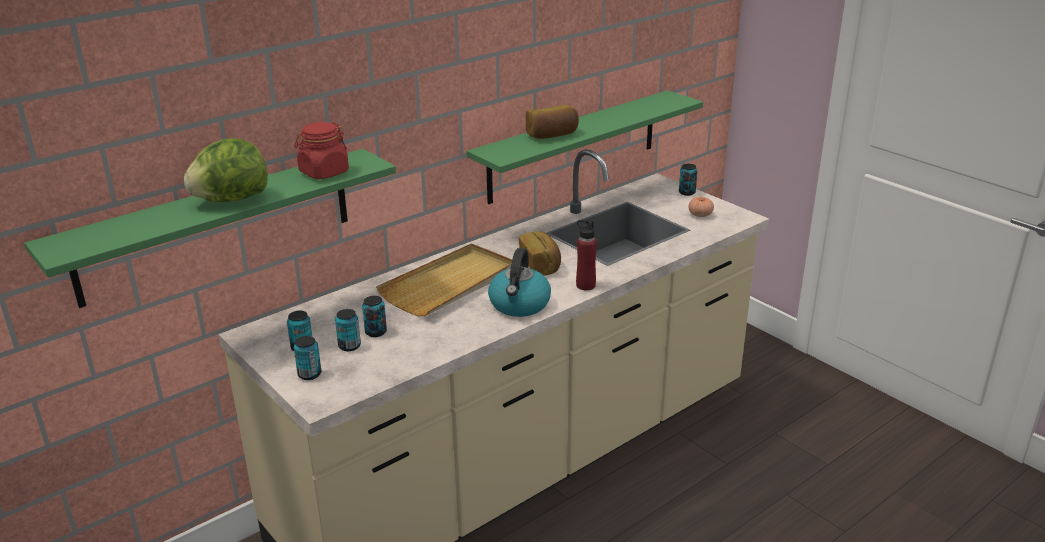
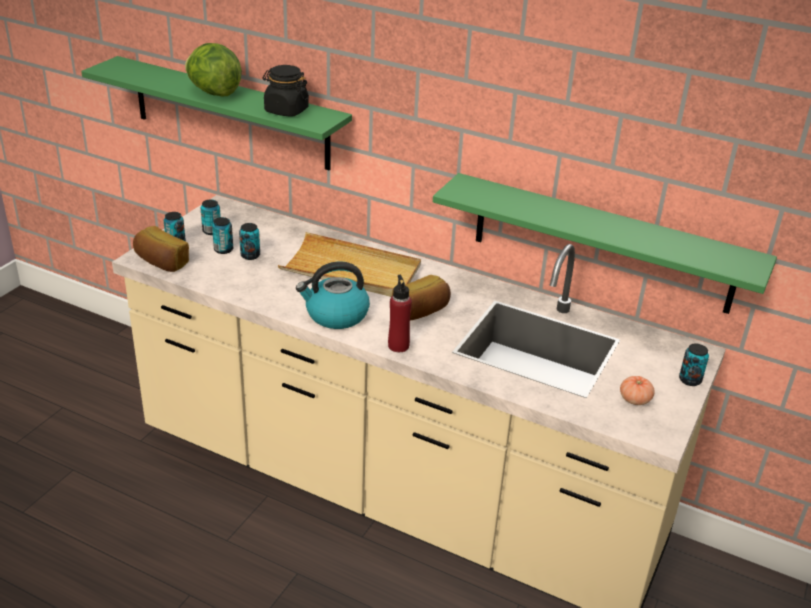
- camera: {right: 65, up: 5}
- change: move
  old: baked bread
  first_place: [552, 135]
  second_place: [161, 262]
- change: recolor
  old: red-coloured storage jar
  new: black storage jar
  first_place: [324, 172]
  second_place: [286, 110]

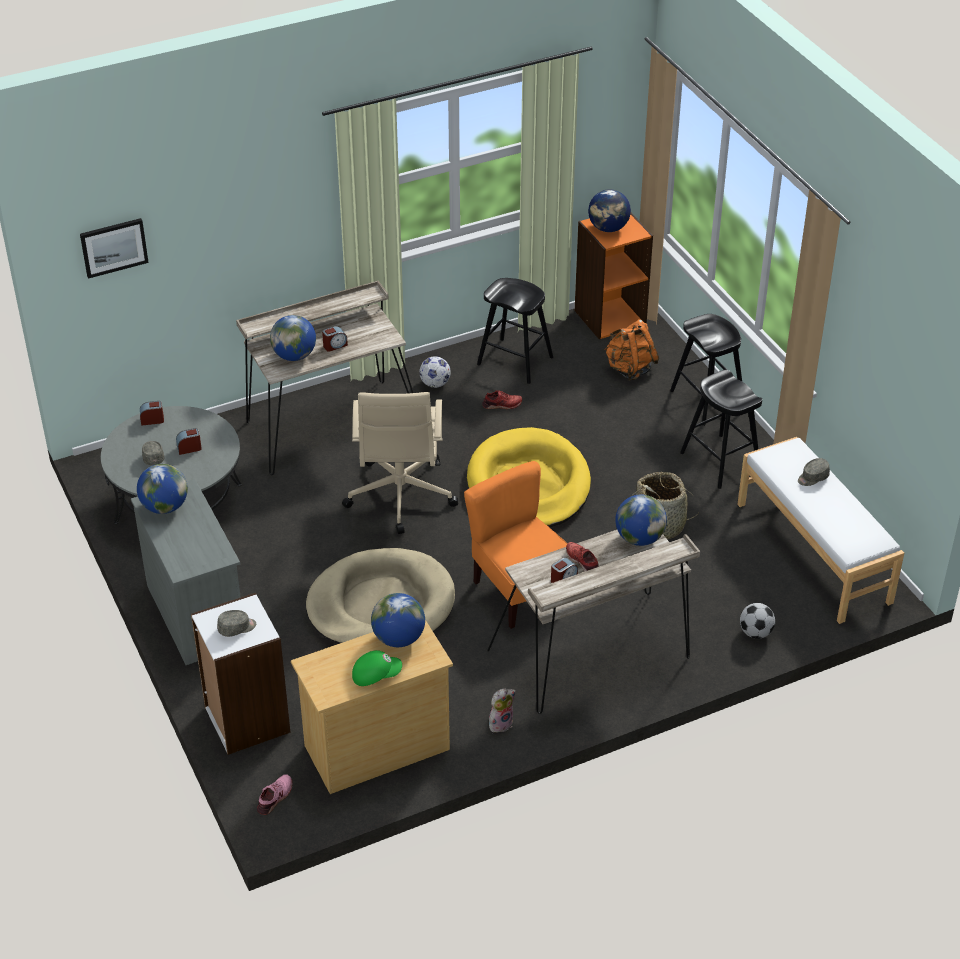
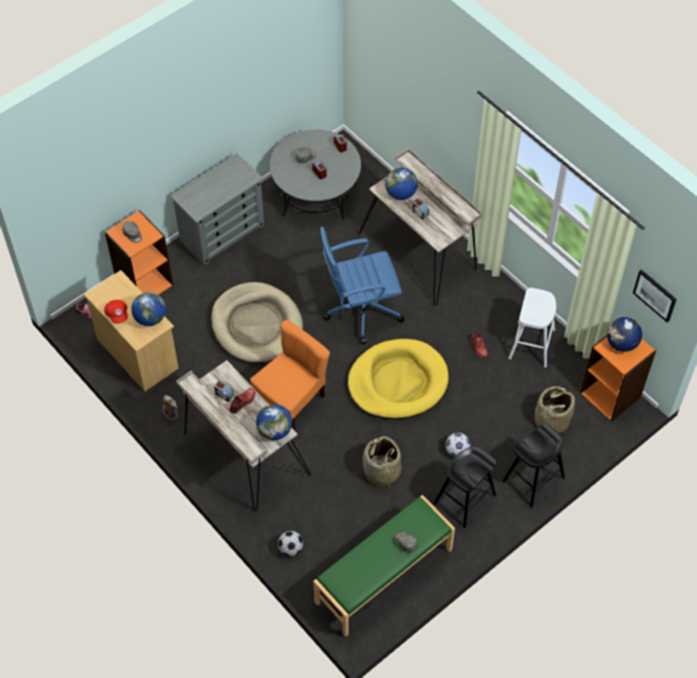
- camera: {right: 75, up: 15}
- change: delete
  old: globe
  first_place: [165, 507]
- change: move
  old: picture
  first_place: [114, 247]
  second_place: [655, 295]
- change: move
  old: football ball
  first_place: [435, 384]
  second_place: [457, 451]
- change: replace
  old: orange-coloured knapsack
  new: storage basket
  first_place: [629, 369]
  second_place: [551, 420]
- change: recolor
  old: white bookshelf
  new: orange-coloured bookshelf
  first_place: [246, 720]
  second_place: [144, 283]
- change: recolor
  old: beige desk chair
  new: blue-coloured desk chair
  first_place: [400, 497]
  second_place: [360, 310]
- change: recolor
  old: green peaked cap
  new: red-coloured peaked cap
  first_place: [376, 675]
  second_place: [117, 314]
- change: recolor
  old: black stool seat
  new: white stool seat
  first_place: [515, 361]
  second_place: [532, 344]
- change: recolor
  old: white bench
  new: green bench
  first_place: [814, 552]
  second_place: [384, 576]

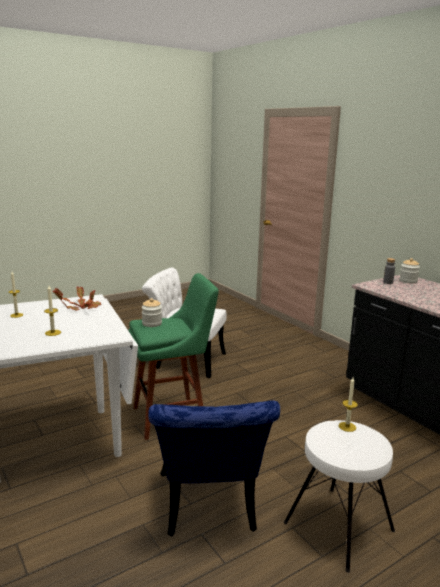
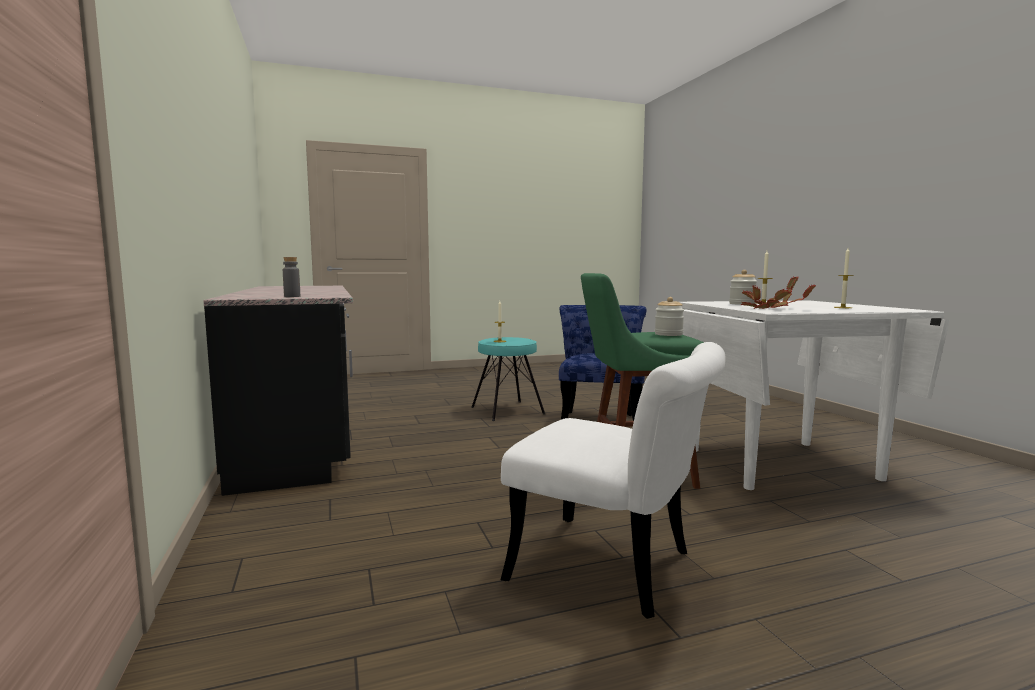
- camera: {right: -165, up: -10}
- change: move
  old: storage jar
  first_place: [408, 281]
  second_place: [742, 304]
- change: recolor
  old: white stool seat
  new: turquoise-coloured stool seat
  first_place: [338, 526]
  second_place: [508, 410]

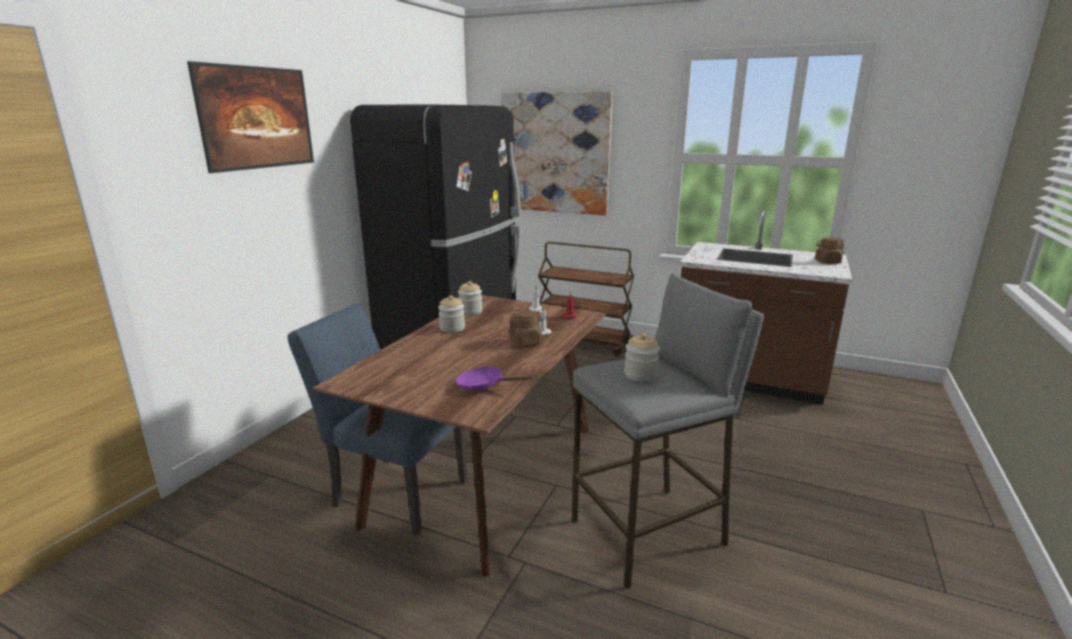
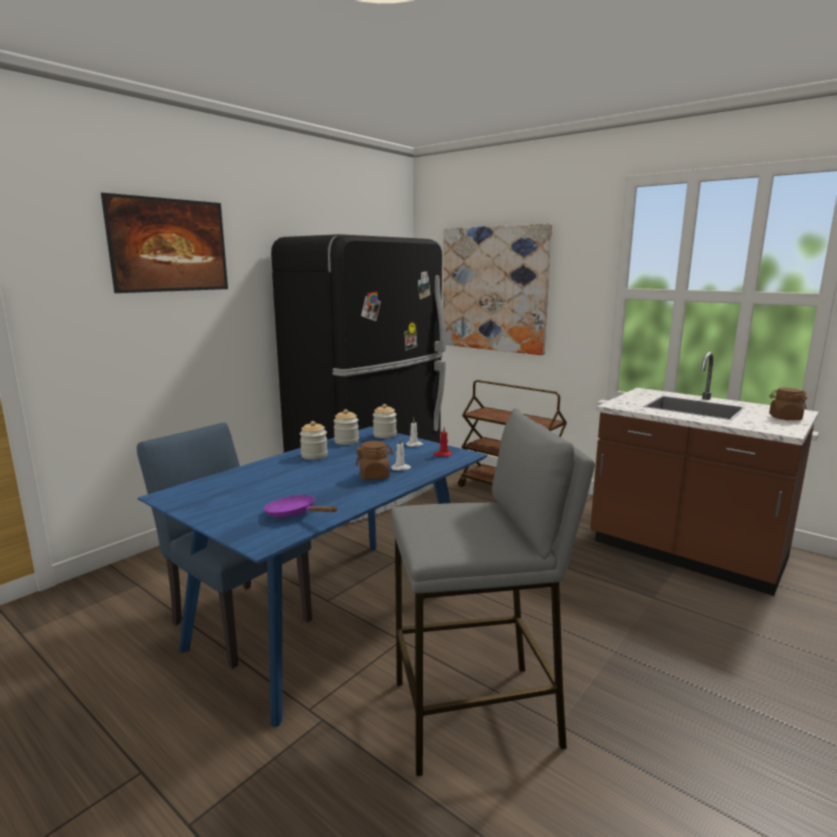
- camera: {right: 15, up: -5}
- change: move
  old: storage jar
  first_place: [640, 375]
  second_place: [384, 435]
- change: recolor
  old: brown dinner table
  new: blue-coloured dinner table
  first_place: [486, 472]
  second_place: [335, 613]

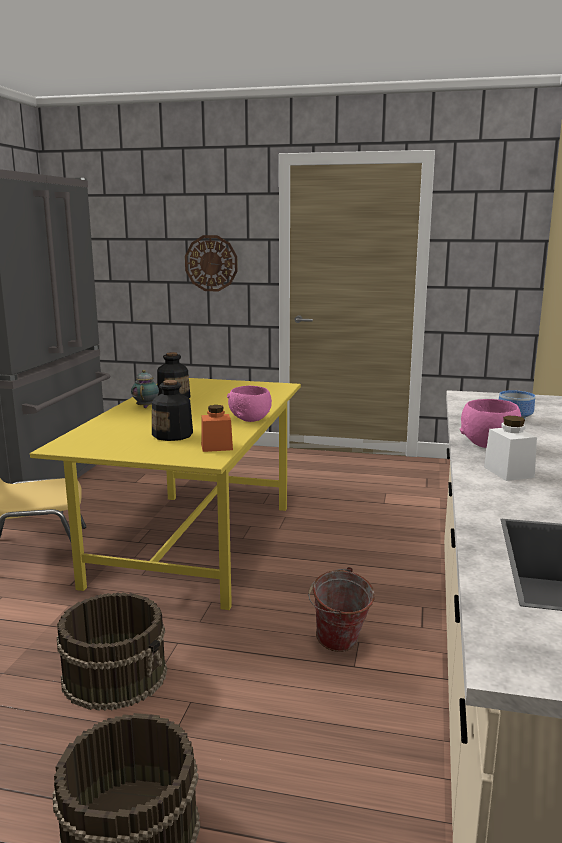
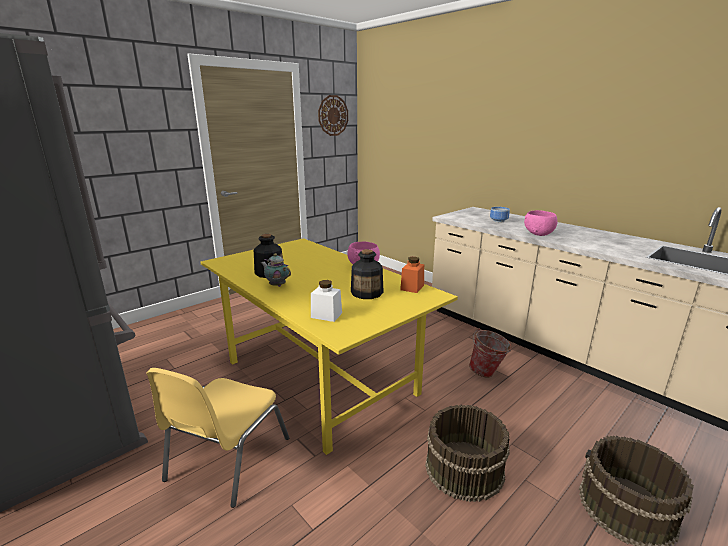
- camera: {right: -55, up: 5}
- change: move
  old: hanging clock
  first_place: [211, 263]
  second_place: [333, 115]
- change: move
  old: white storage jar
  first_place: [508, 472]
  second_place: [326, 315]

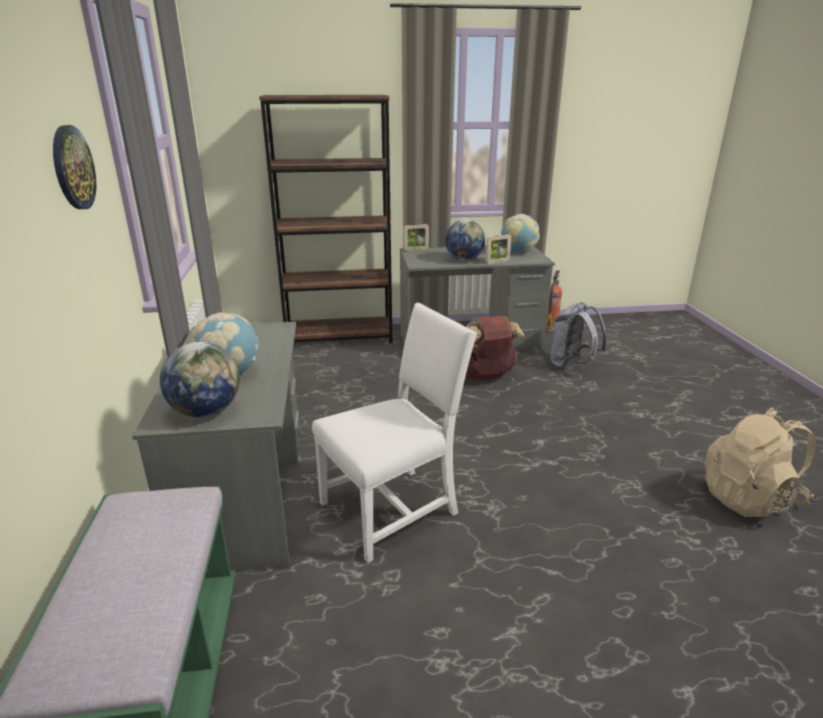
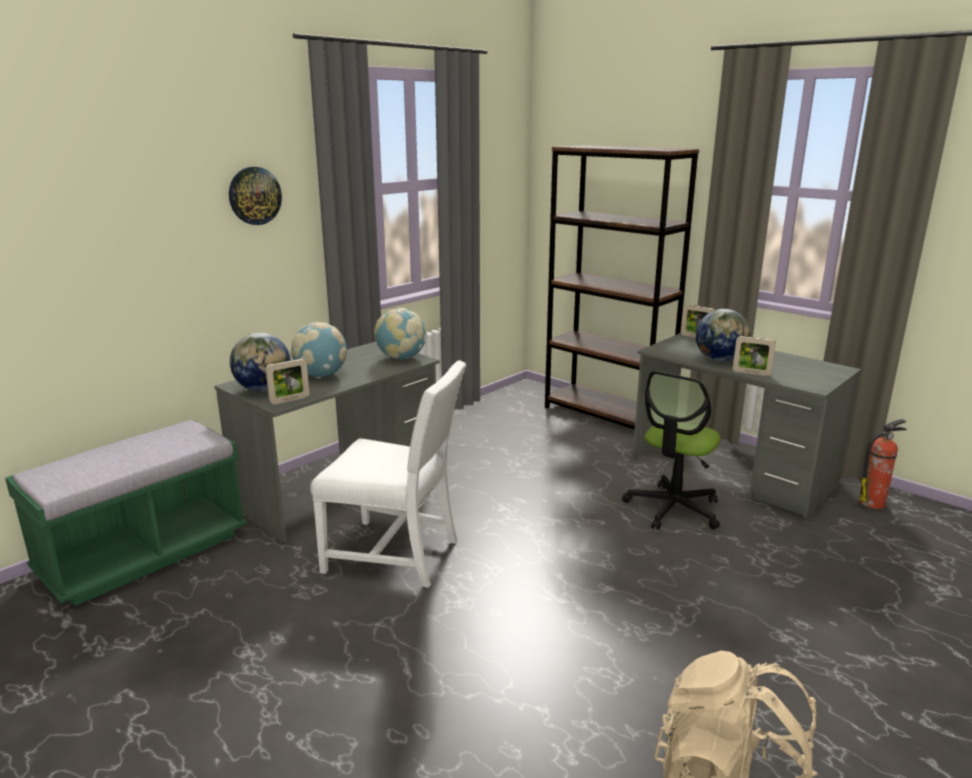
- camera: {right: 50, up: -5}
- change: delete
  old: greyish knapsack
  first_place: [572, 366]
- change: insert
  new: standing frame
  second_place: [289, 400]
- change: move
  old: globe
  first_place: [518, 252]
  second_place: [401, 358]
- change: replace
  old: brown knapsack
  new: desk chair
  first_place: [483, 377]
  second_place: [673, 509]

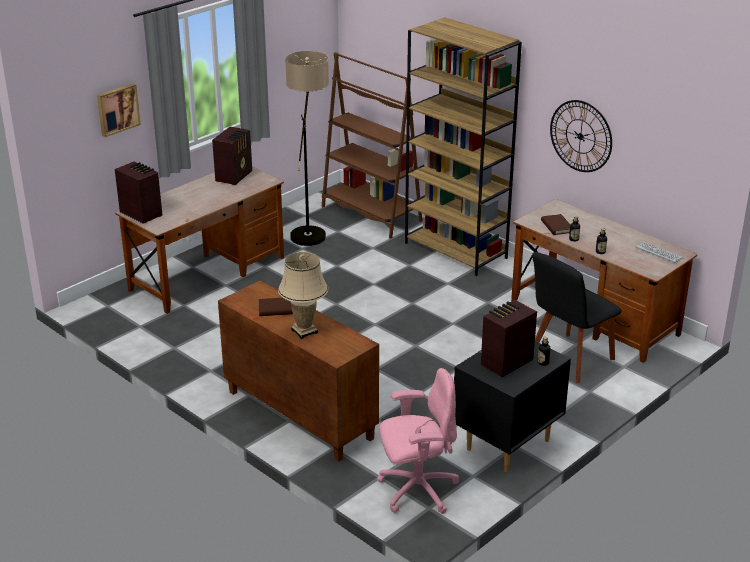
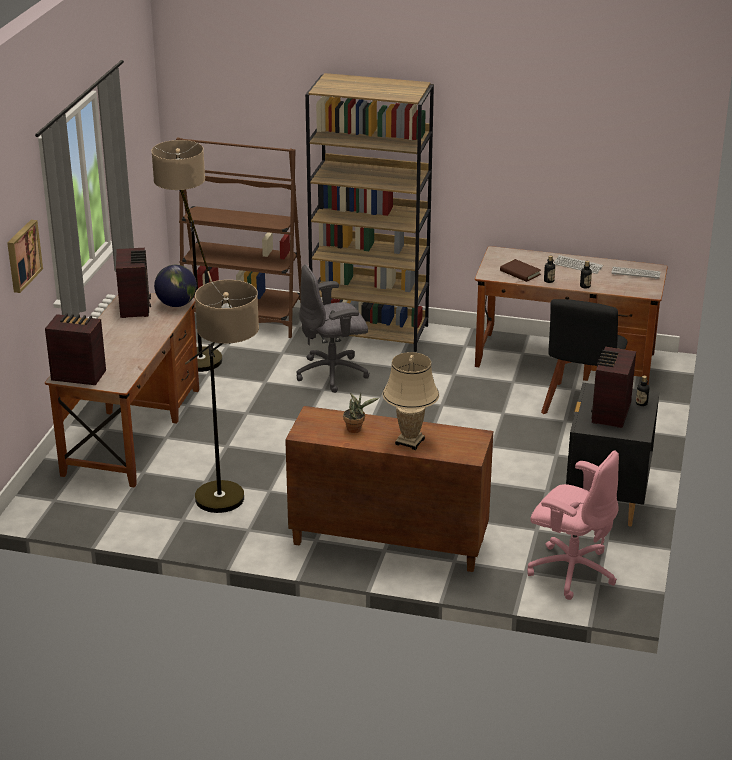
- camera: {right: -30, up: 0}
- change: delete
  old: hanging clock
  first_place: [580, 136]
- change: insert
  new: globe
  second_place: [177, 304]
- change: insert
  new: standing lamp
  second_place: [229, 508]
- change: insert
  new: greyish desk chair
  second_place: [333, 373]
- change: insert
  new: keyboard
  second_place: [577, 265]
- change: replace
  old: brown book
  new: houseplant
  first_place: [276, 309]
  second_place: [356, 429]
- change: rotate
  old: pinkish desk chair
  first_place: [416, 490]
  second_place: [571, 570]
  degrees: 75

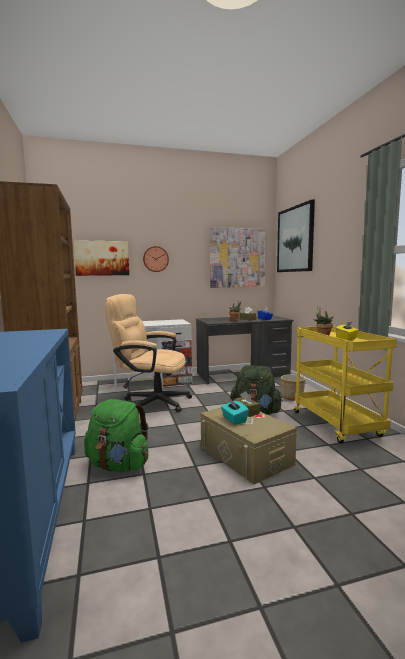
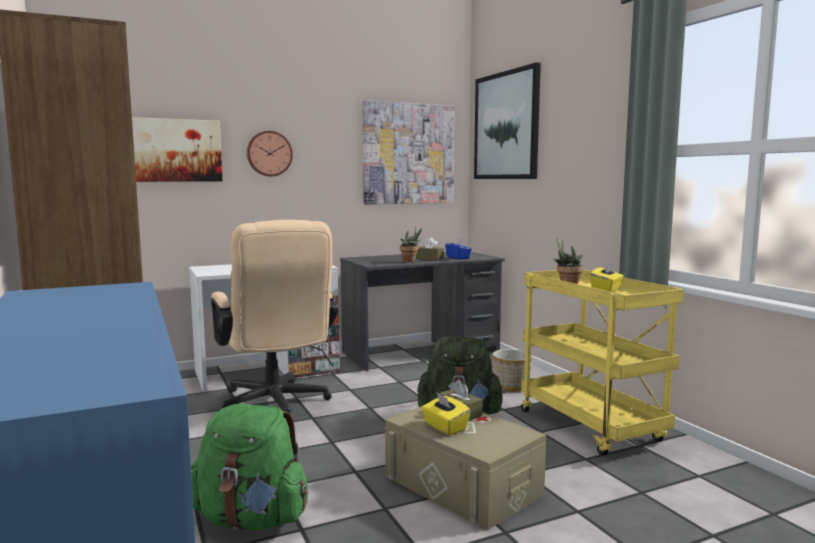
- camera: {right: -10, up: 0}
- change: recolor
  old: turquoise-coloured tissue holder
  new: yellow-coloured tissue holder
  first_place: [234, 419]
  second_place: [445, 427]
- change: rotate
  old: beige desk chair
  first_place: [151, 402]
  second_place: [275, 406]
  degrees: -120

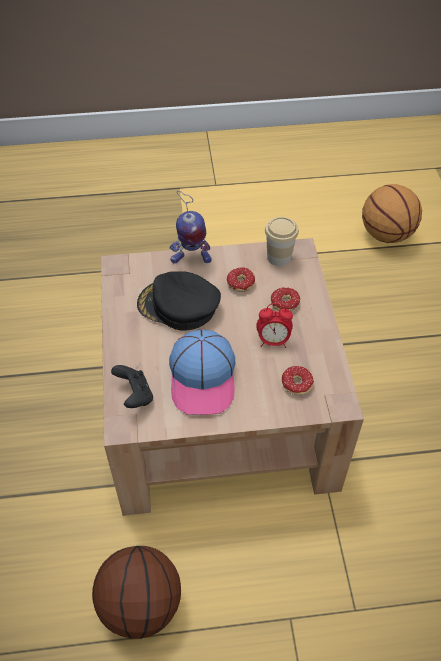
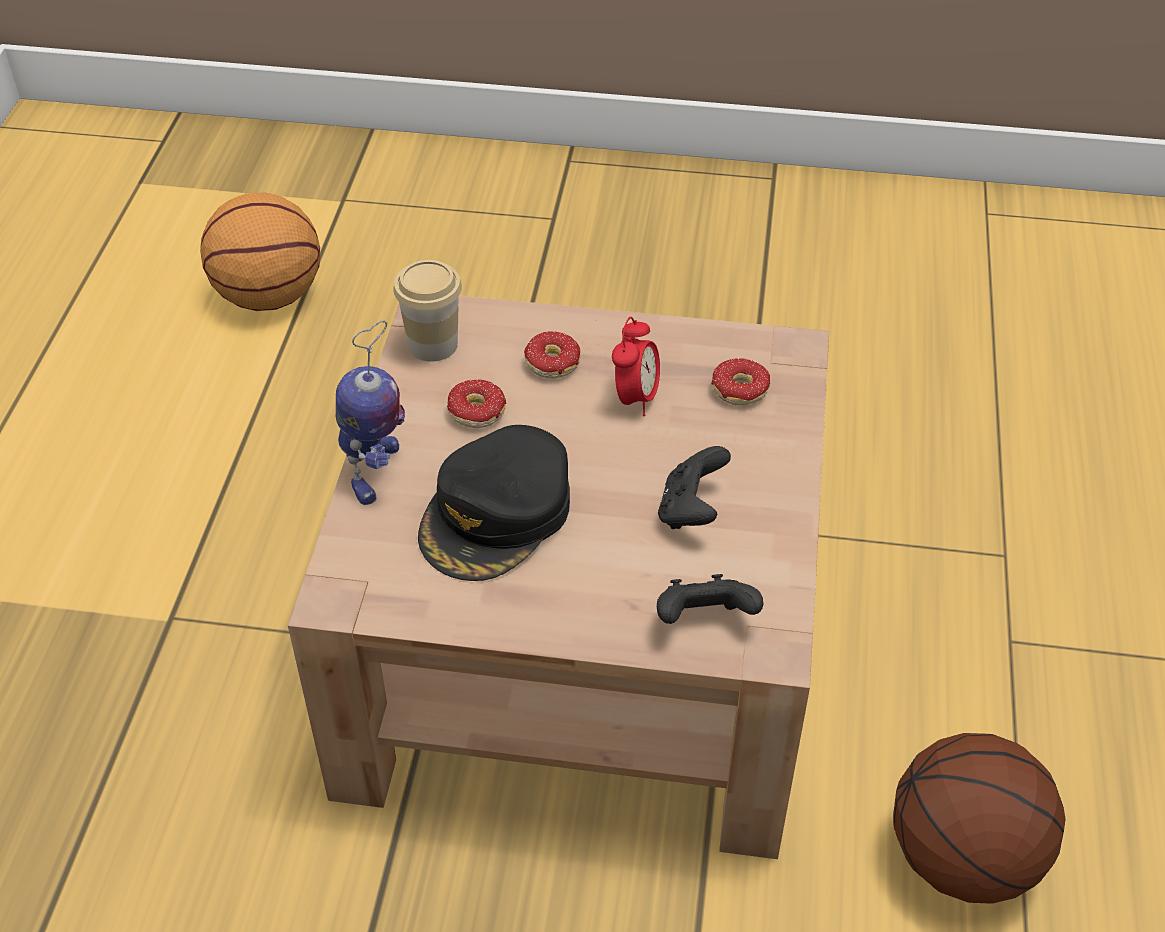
- camera: {right: -75, up: -5}
- change: replace
  old: peaked cap
  new: black game controller
  first_place: [203, 378]
  second_place: [691, 510]

